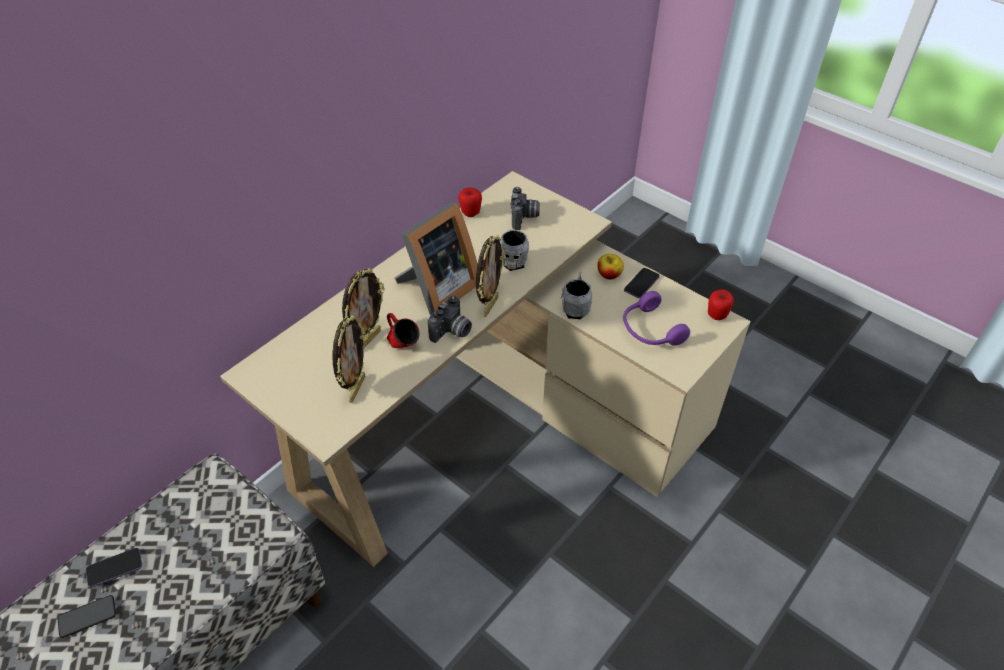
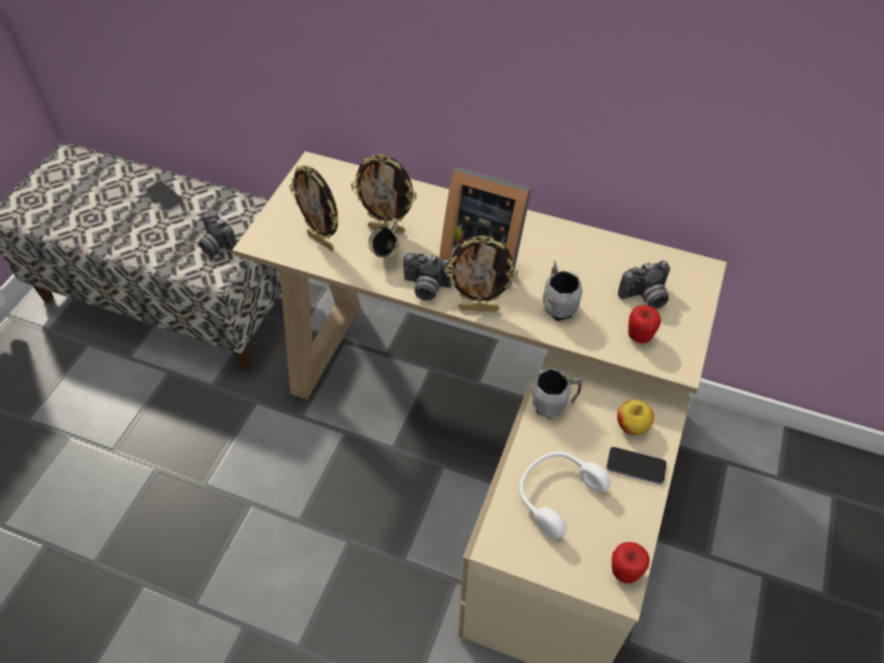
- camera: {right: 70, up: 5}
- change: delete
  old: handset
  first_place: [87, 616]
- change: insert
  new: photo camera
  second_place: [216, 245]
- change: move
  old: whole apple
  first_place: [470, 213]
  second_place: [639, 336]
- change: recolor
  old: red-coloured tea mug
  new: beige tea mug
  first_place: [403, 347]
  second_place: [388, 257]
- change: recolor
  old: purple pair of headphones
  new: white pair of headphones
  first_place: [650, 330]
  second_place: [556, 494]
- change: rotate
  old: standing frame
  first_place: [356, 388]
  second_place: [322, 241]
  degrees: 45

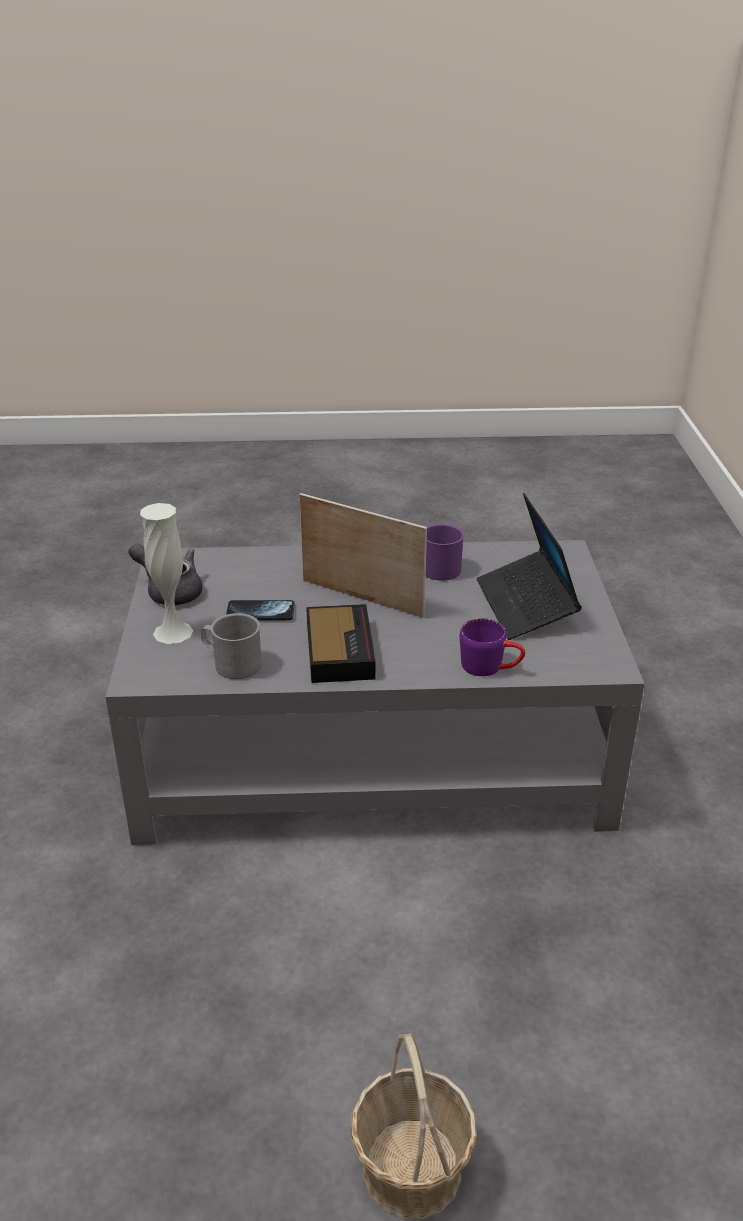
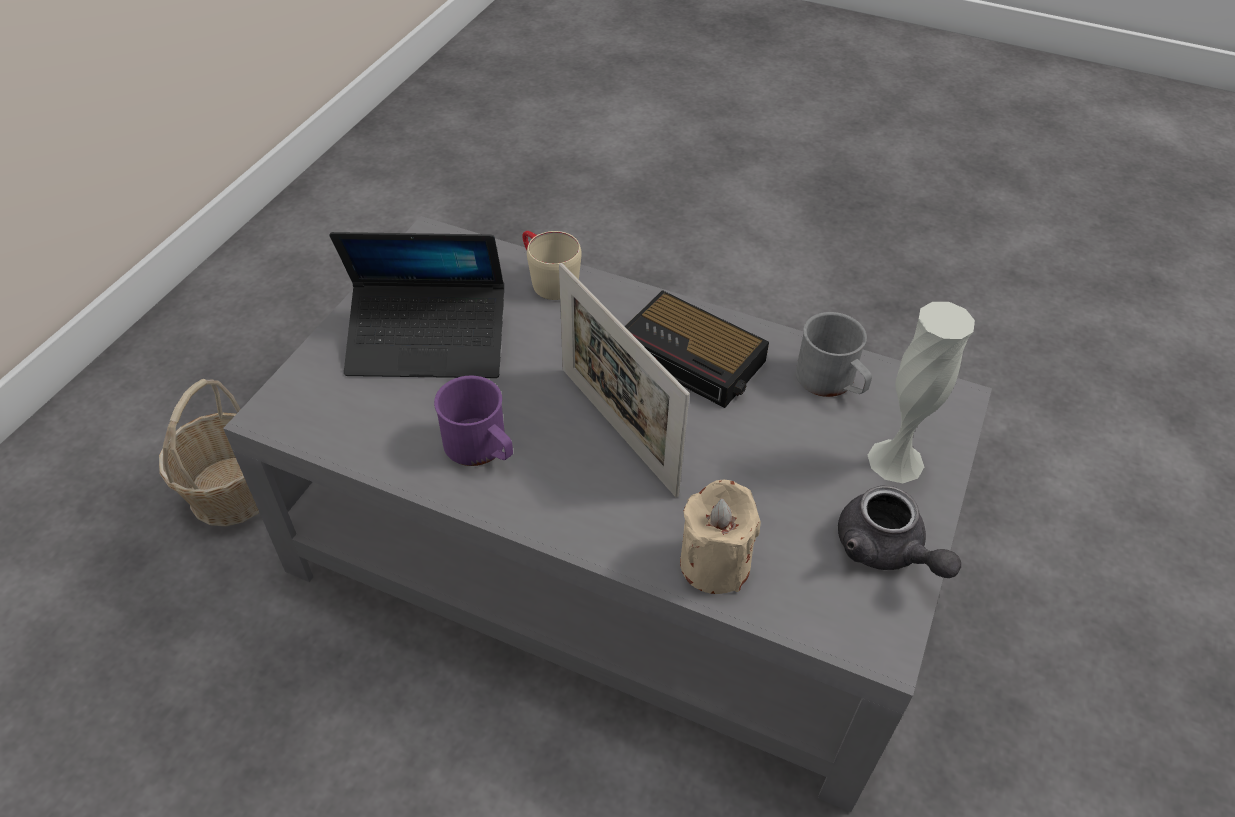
- camera: {right: -155, up: 15}
- change: delete
  old: handset
  first_place: [260, 612]
- change: insert
  new: beige candle
  second_place: [714, 563]
- change: move
  old: storage basket
  first_place: [411, 1170]
  second_place: [232, 492]
- change: recolor
  old: purple tea mug
  new: beige tea mug
  first_place: [491, 667]
  second_place: [547, 279]
- change: rotate
  old: bedside clock
  first_place: [339, 649]
  second_place: [694, 358]
  degrees: -75
- change: rotate
  old: portable computer
  first_place: [526, 605]
  second_place: [428, 342]
  degrees: 75

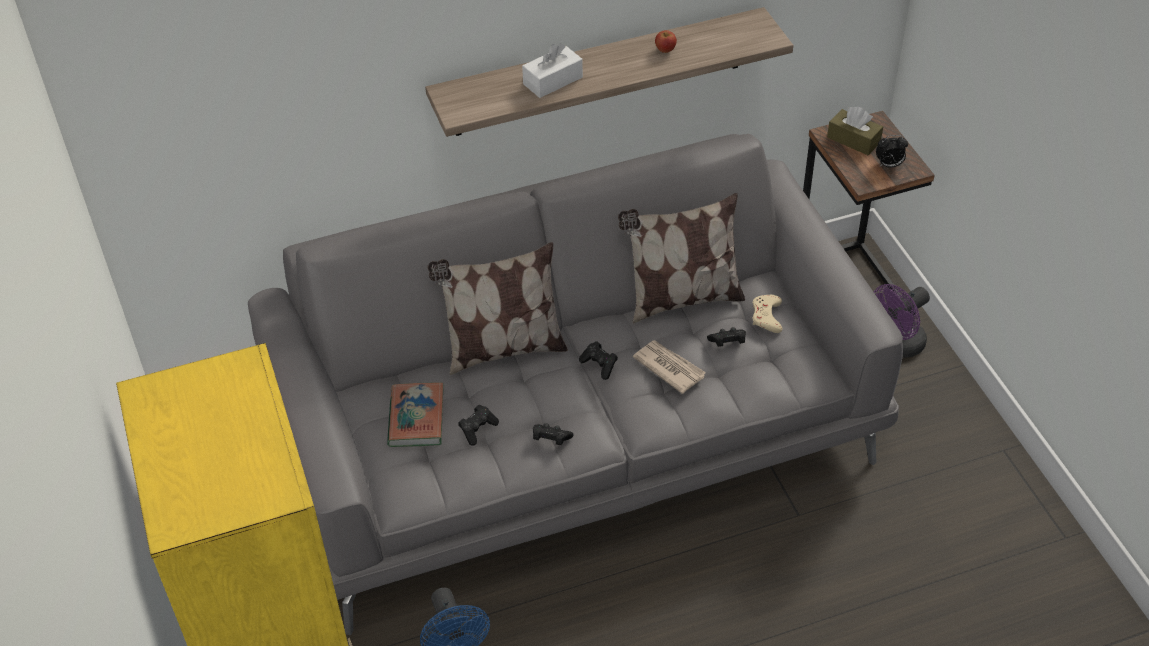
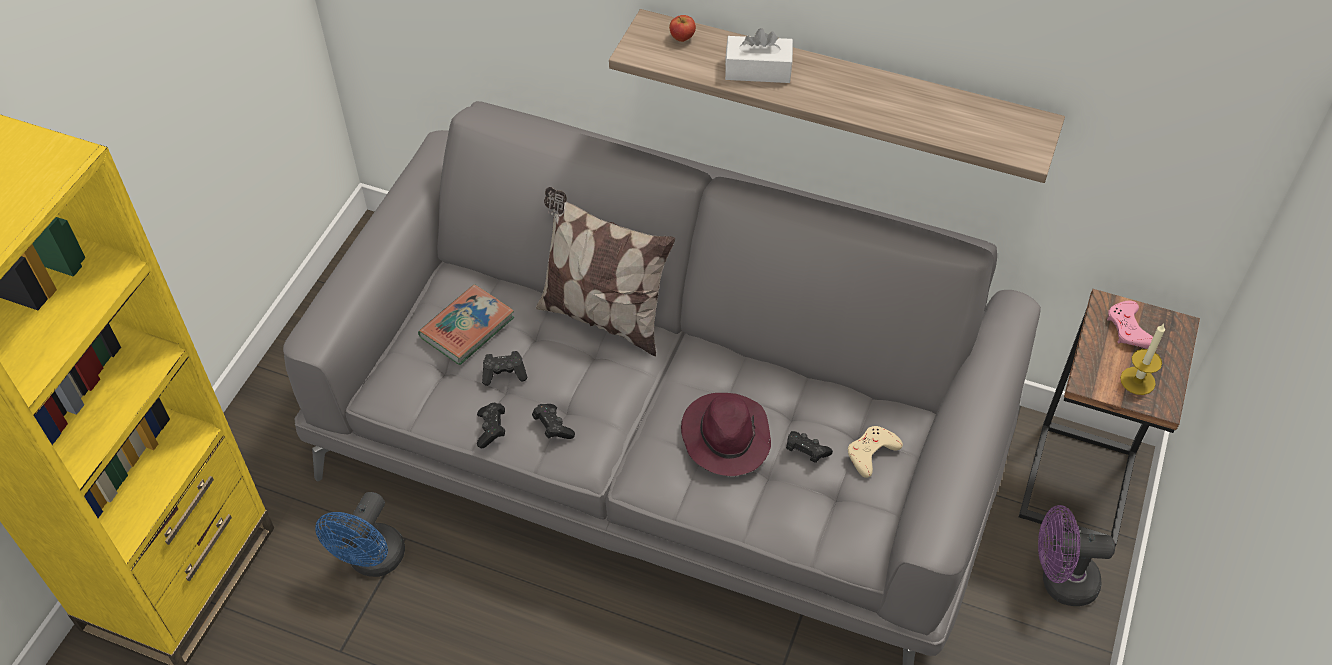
- camera: {right: 40, up: 5}
- change: delete
  old: pillow
  first_place: [681, 299]
- change: move
  old: black game controller
  first_place: [599, 365]
  second_place: [491, 430]
- change: move
  old: whole apple
  first_place: [665, 50]
  second_place: [682, 38]
- change: replace
  old: daily paper
  new: purple clothing hat
  first_place: [669, 367]
  second_place: [725, 436]
- change: replace
  old: brown tissue holder
  new: pinkish game controller
  first_place: [853, 140]
  second_place: [1128, 329]
- change: replace
  old: bedside clock
  new: candle
  first_place: [889, 165]
  second_place: [1137, 381]

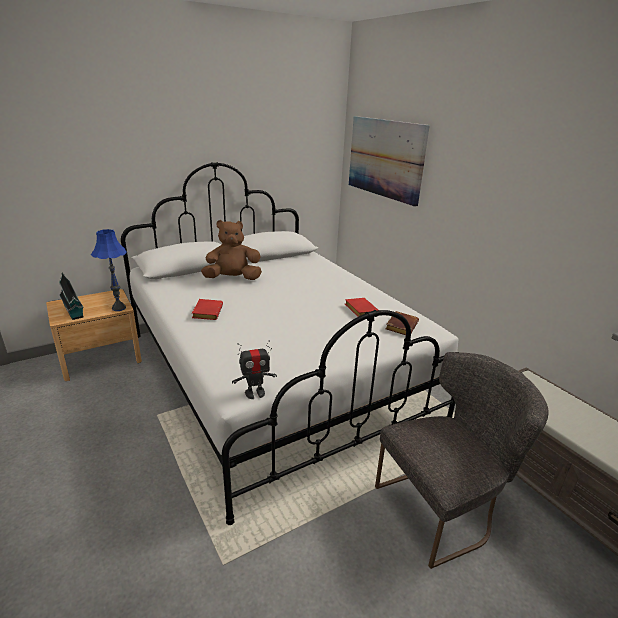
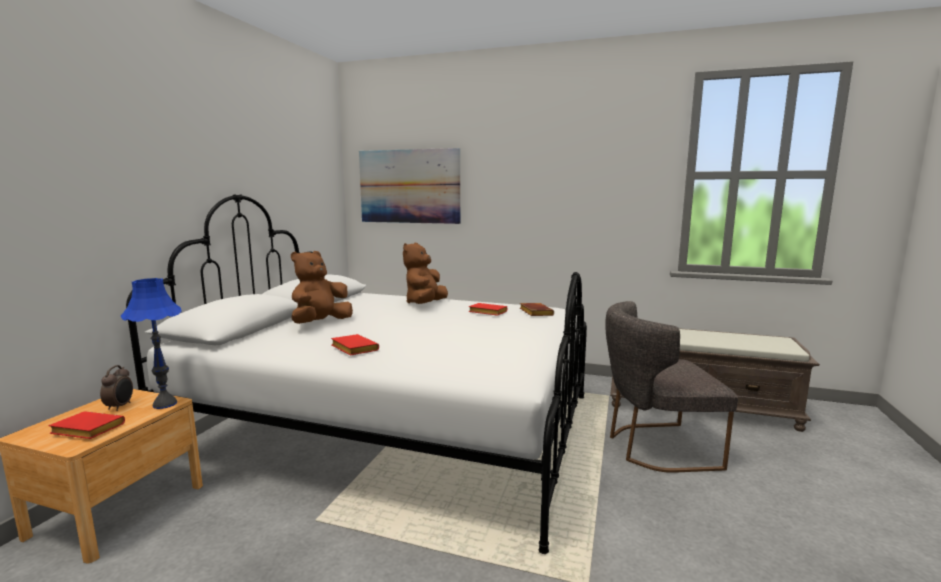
- camera: {right: -40, up: -15}
- change: delete
  old: robot figure
  first_place: [255, 393]
- change: insert
  new: bedside clock
  second_place: [120, 406]
- change: insert
  new: brown plush toy
  second_place: [425, 304]
- change: replace
  old: miniature house
  new: red-coloured book
  first_place: [74, 311]
  second_place: [85, 430]
- change: rotate
  old: greyish upright chair
  first_place: [443, 508]
  second_place: [654, 447]
  degrees: -120

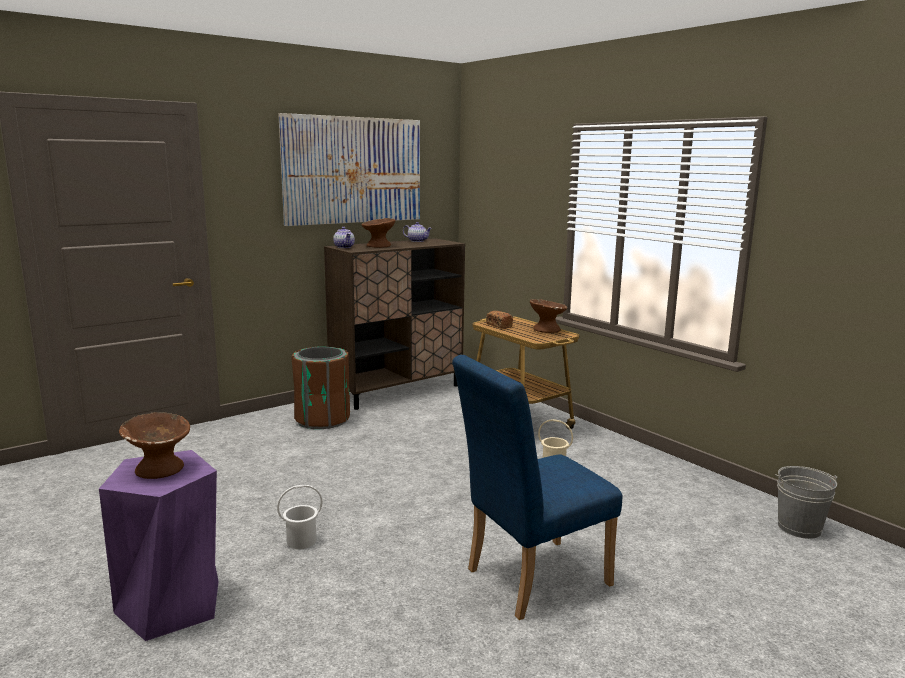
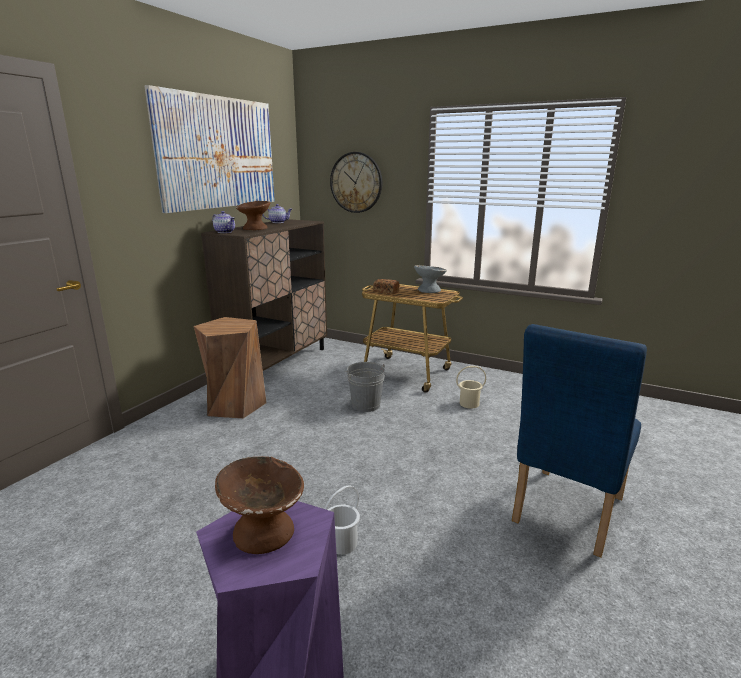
- camera: {right: -25, up: 5}
- change: insert
  new: hanging clock
  second_place: [356, 182]
- change: move
  old: greyish bucket
  first_place: [799, 528]
  second_place: [366, 405]
- change: replace
  old: brown trash can
  new: brown stool seat
  first_place: [323, 419]
  second_place: [235, 405]
- change: recolor
  old: brown deep dish
  new: greyish deep dish
  first_place: [546, 329]
  second_place: [429, 290]

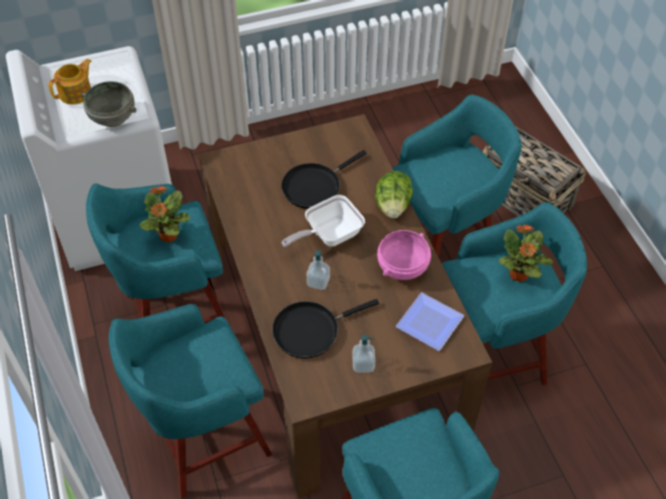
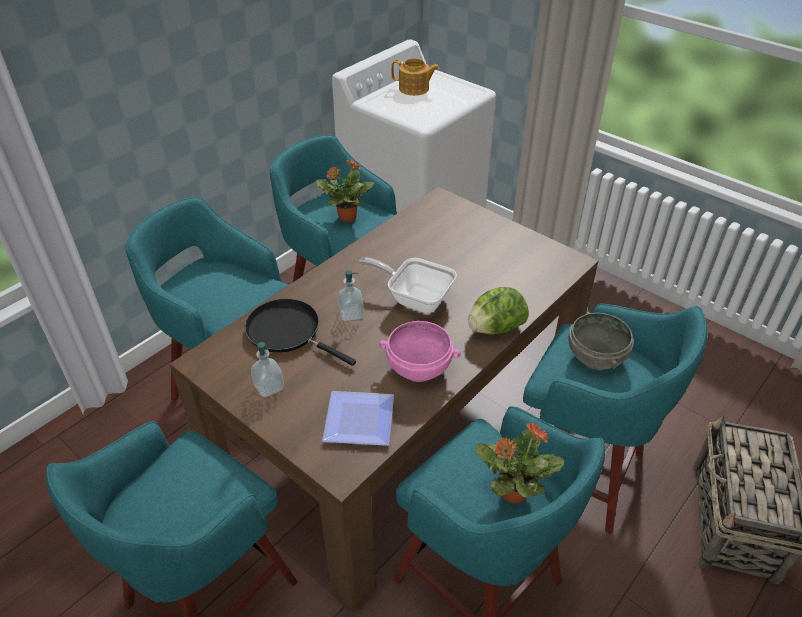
- camera: {right: 60, up: -10}
- change: delete
  old: black pan
  first_place: [314, 186]
- change: move
  old: greyish deep dish
  first_place: [113, 117]
  second_place: [596, 357]

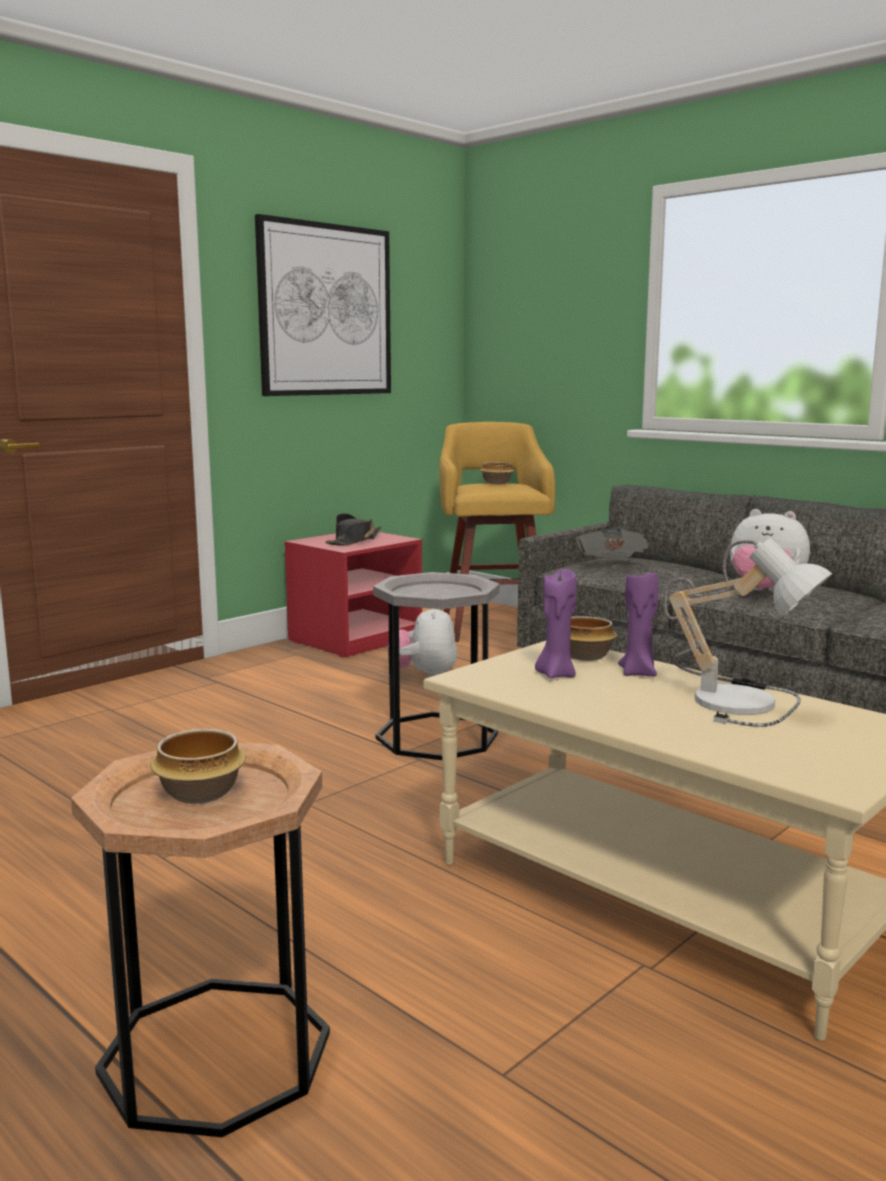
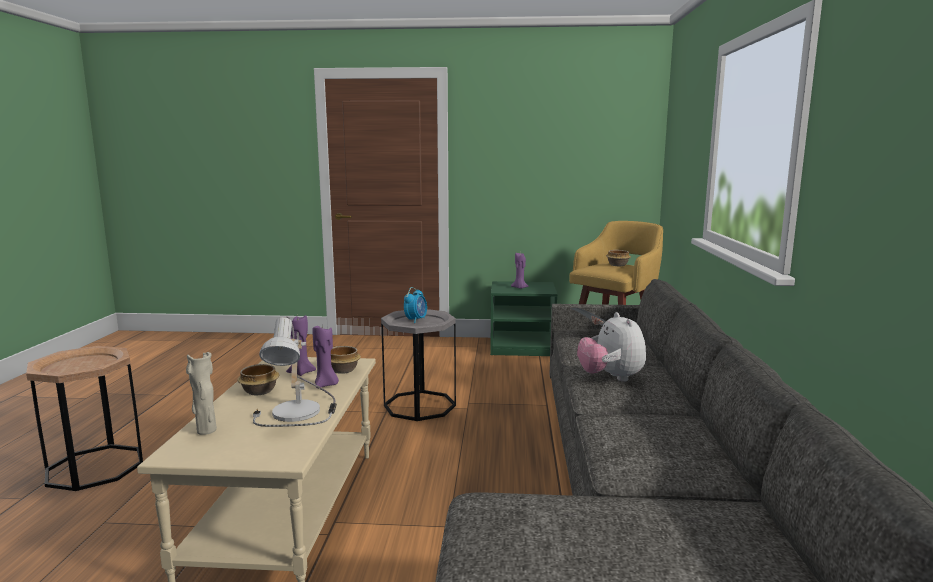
- camera: {right: 50, up: 0}
- change: delete
  old: picture
  first_place: [325, 310]
- change: delete
  old: plush toy
  first_place: [423, 675]
- change: insert
  new: beige vase
  second_place: [206, 431]
- change: insert
  new: bedside clock
  second_place: [416, 320]
- change: move
  old: deep dish
  first_place: [201, 792]
  second_place: [260, 391]
- change: replace
  old: black clothing hat
  new: purple candle
  first_place: [354, 541]
  second_place: [519, 288]
- change: recolor
  old: red-coloured bedside table
  new: green bedside table
  first_place: [355, 639]
  second_place: [522, 347]

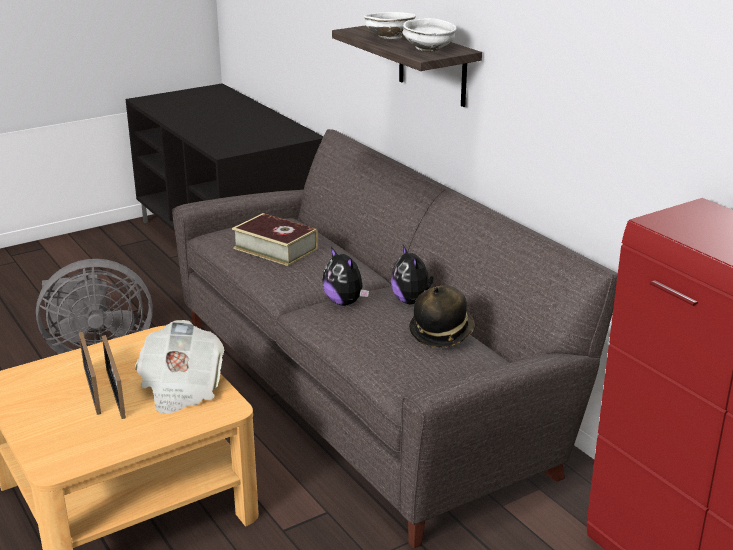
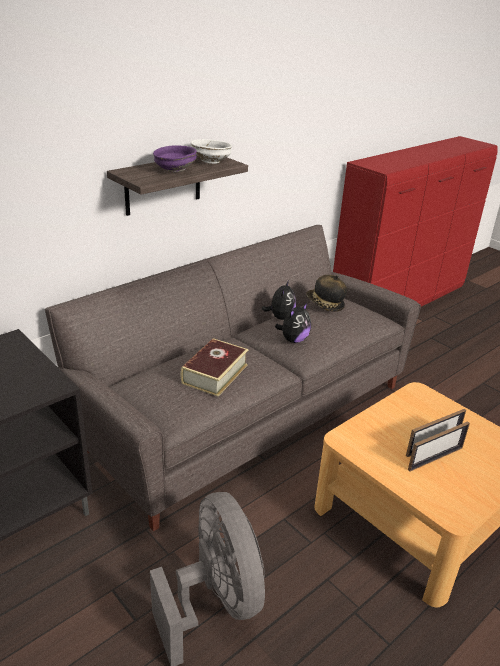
- camera: {right: -100, up: 5}
- change: delete
  old: daily paper
  first_place: [181, 388]
- change: recolor
  old: white deep dish
  new: purple deep dish
  first_place: [389, 38]
  second_place: [174, 170]
- change: rotate
  old: plush toy
  first_place: [412, 301]
  second_place: [280, 317]
  degrees: -45

